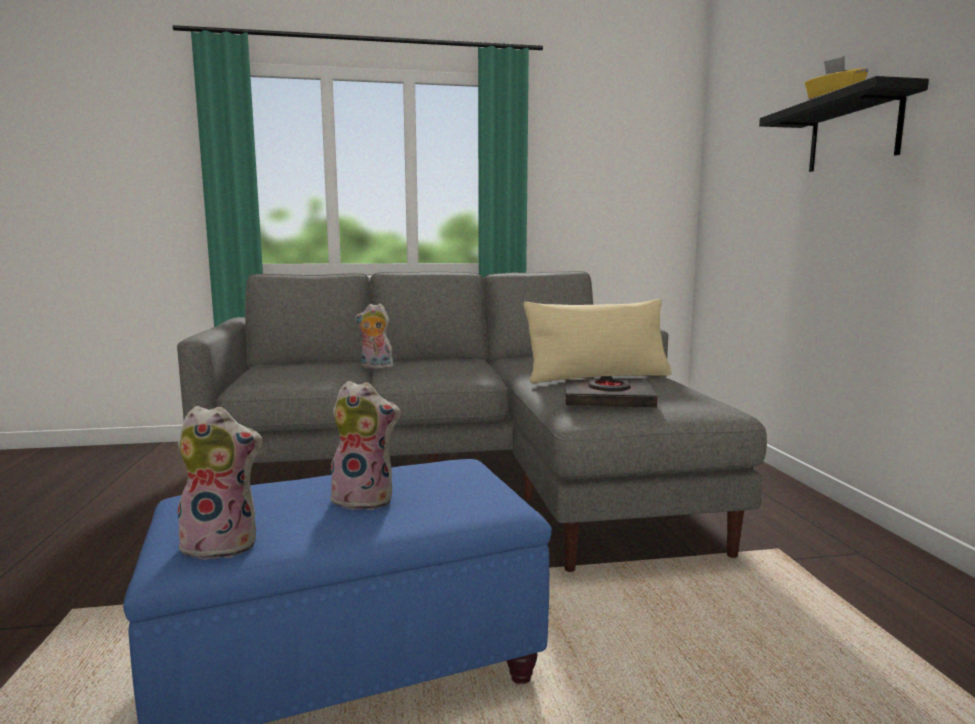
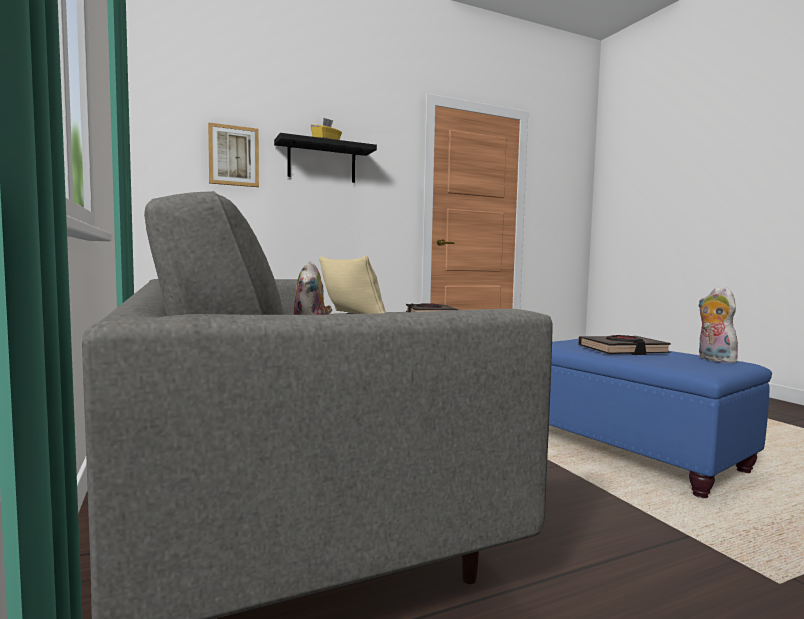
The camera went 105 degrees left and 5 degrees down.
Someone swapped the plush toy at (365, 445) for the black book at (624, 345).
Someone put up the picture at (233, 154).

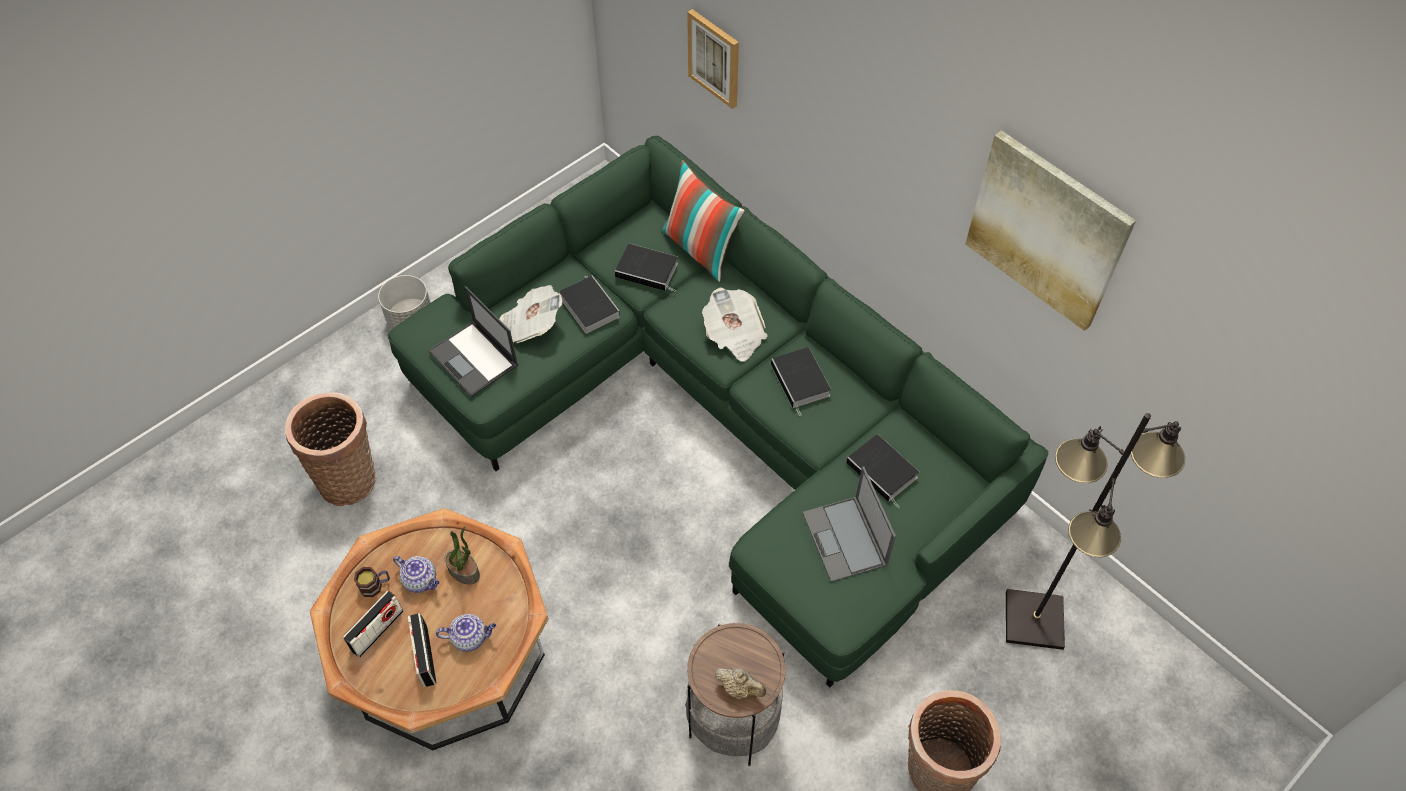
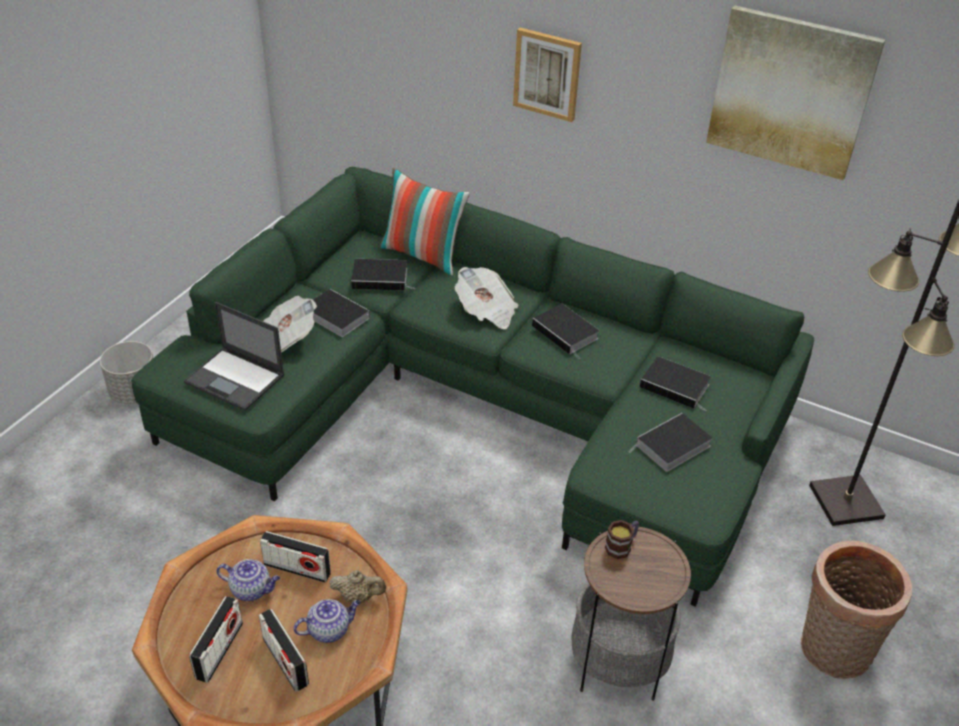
The camera went 20 degrees left and 15 degrees down.
Someone took away the basket at (330, 449).
Someone carried the mug from (372, 582) to (622, 539).
Someone swapped the potted plant at (462, 556) for the radio at (295, 557).
Someone carried the picture from (713, 59) to (547, 74).
Someone carried the beige teapot from (740, 683) to (357, 587).
Someone swapped the laptop at (849, 524) for the book at (671, 442).

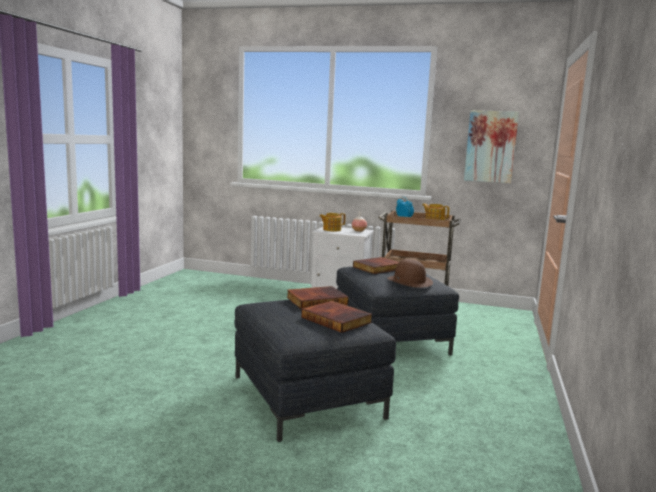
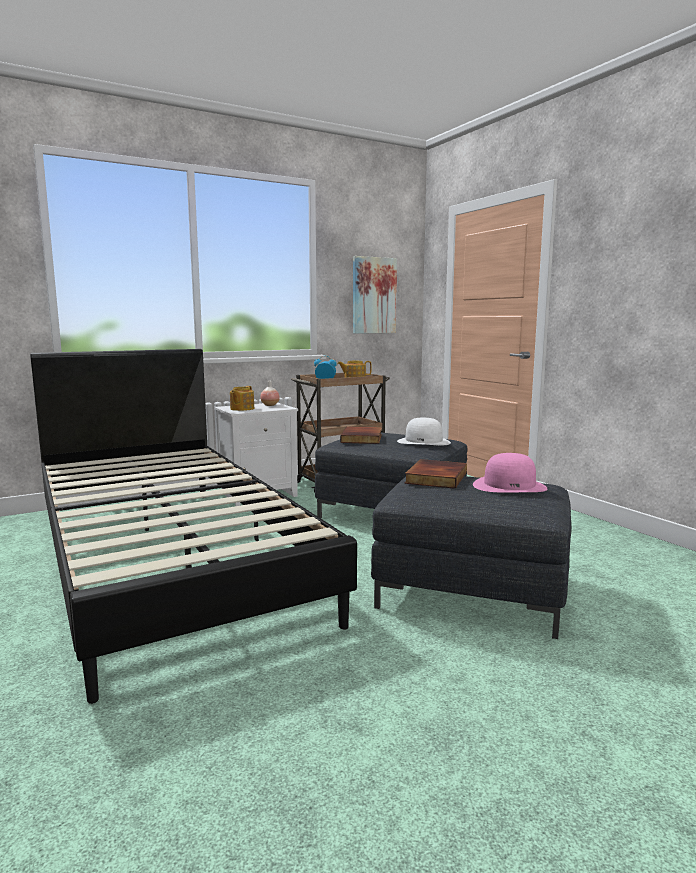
The camera went 45 degrees left and 0 degrees up.
Someone swapped the book at (337, 317) for the pink hat at (510, 472).
Someone repainted the brown hat at (410, 273), which became the white hat at (424, 431).
Someone put down the black bed at (193, 526).

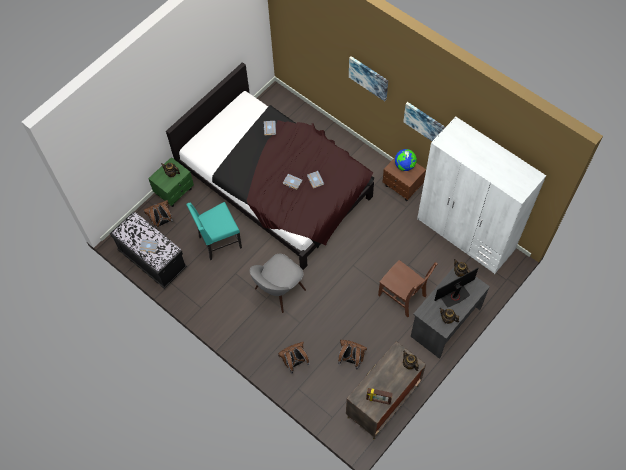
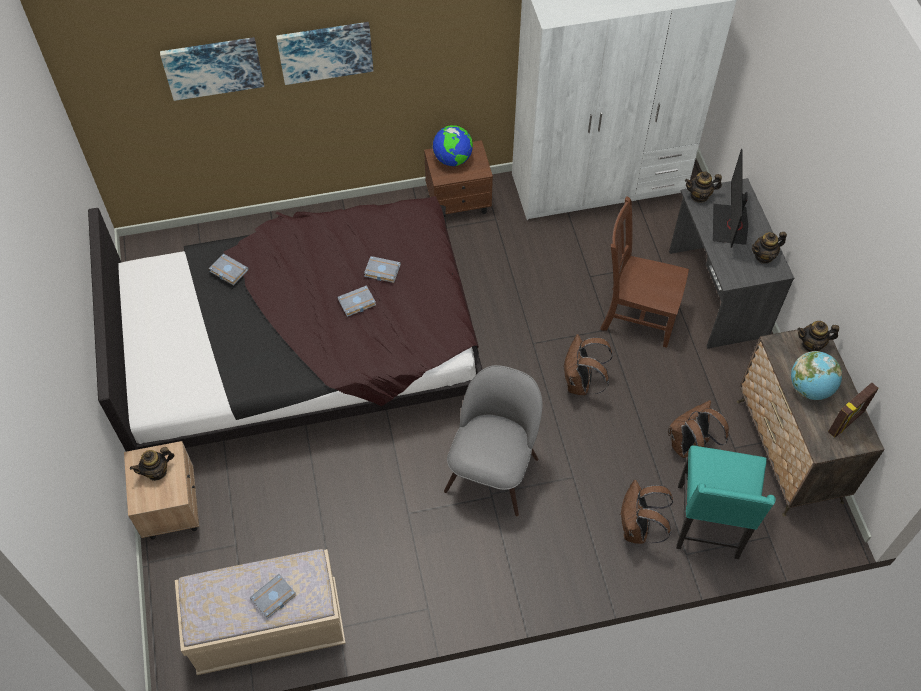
The camera went 55 degrees left and 5 degrees down.
Someone repainted the black bench at (148, 250), which became the beige bench at (260, 612).
Someone carried the brown backpack from (158, 214) to (588, 364).
Someone repainted the green nightstand at (171, 182), which became the beige nightstand at (161, 490).
Someone carried the turquoise chair from (214, 231) to (725, 502).
Someone rotated the grey chair at (278, 283) by 150 degrees counterclockwise.
Someone rotated the brown chair at (408, 289) by 150 degrees counterclockwise.
Someone carried the picture from (424, 121) to (212, 69).
Someone put down the globe at (816, 375).

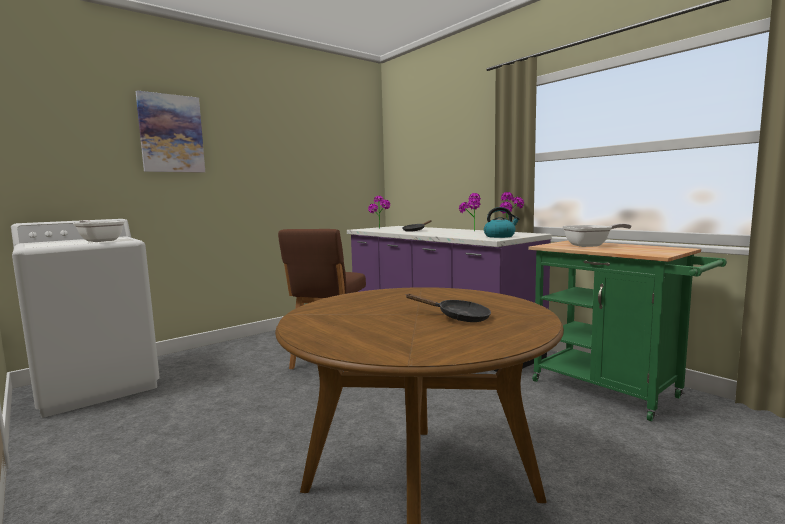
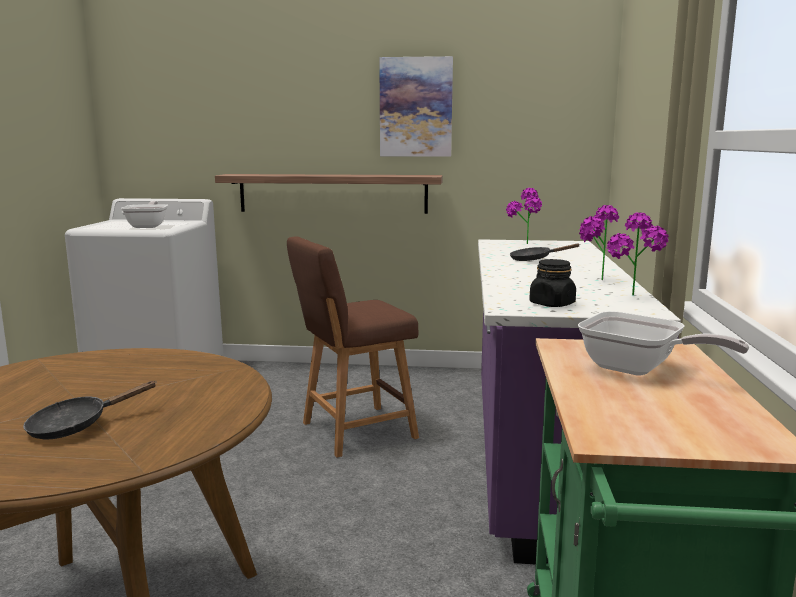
The camera went 45 degrees right and 5 degrees up.
Someone carried the picture from (170, 131) to (416, 106).
Someone rotated the black frying pan at (448, 308) by 75 degrees clockwise.
Someone swapped the kettle at (502, 222) for the black jar at (552, 283).
Someone put up the shelf at (329, 194).

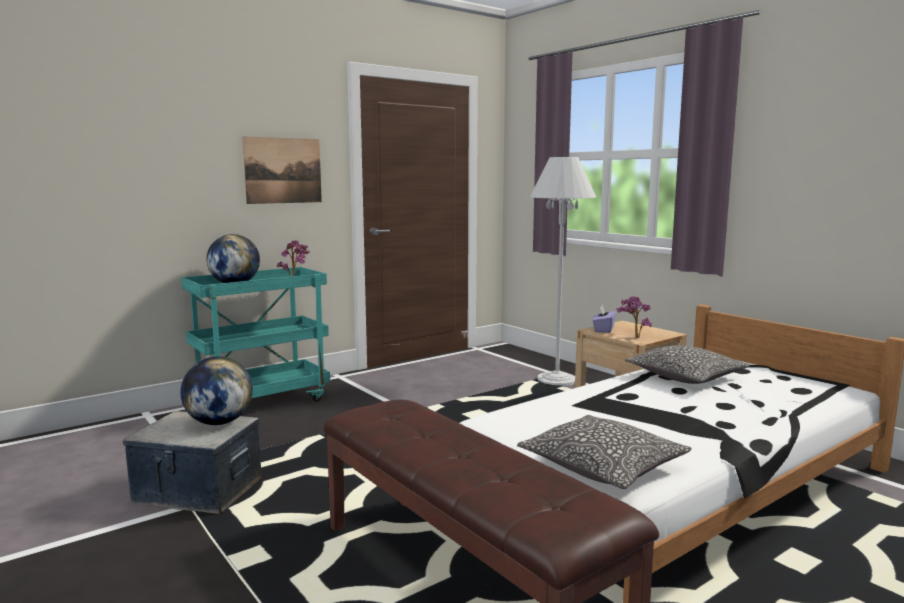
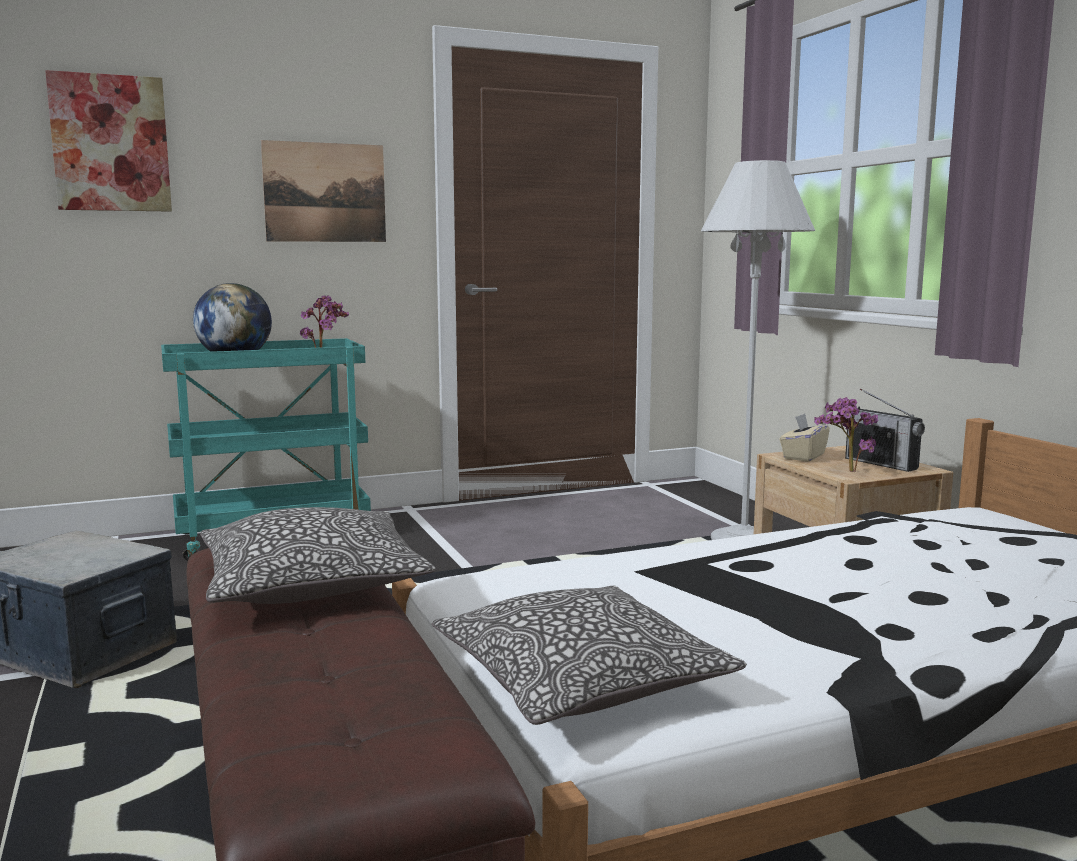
The camera went 15 degrees right and 0 degrees up.
Someone took away the globe at (216, 390).
Someone repainted the purple tissue box at (604, 319), which became the beige tissue box at (804, 437).
Someone carried the pillow from (687, 364) to (318, 555).
Someone put up the picture at (108, 141).
Someone put down the radio at (885, 430).

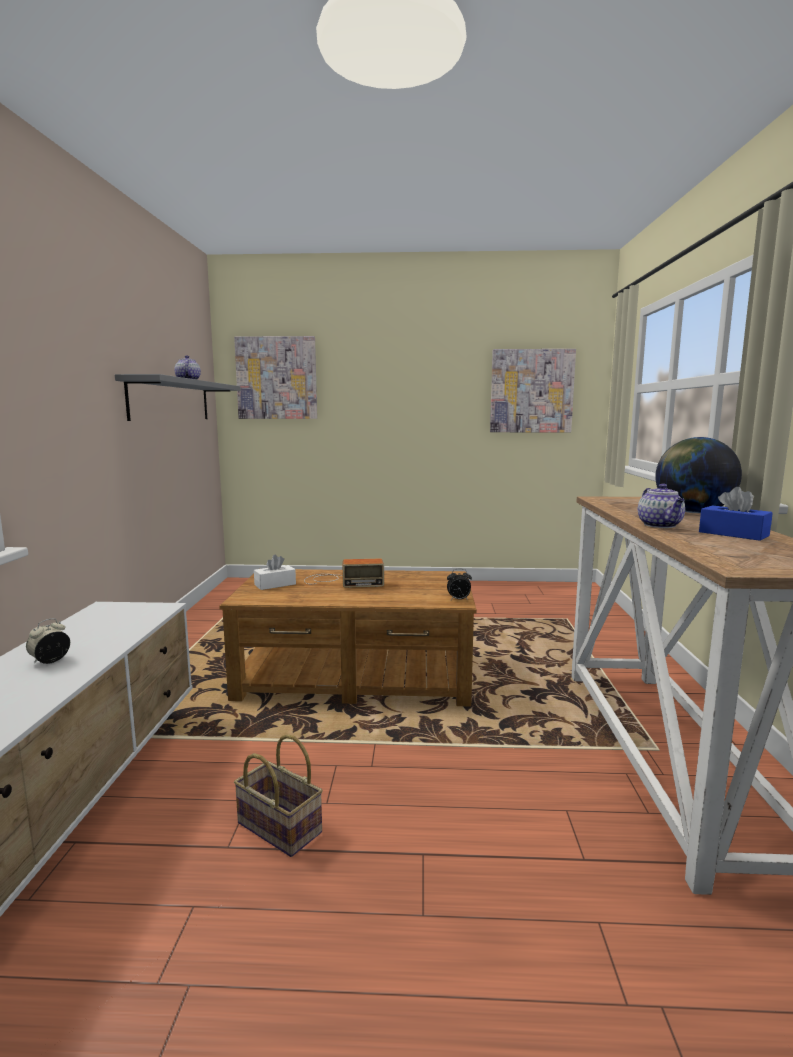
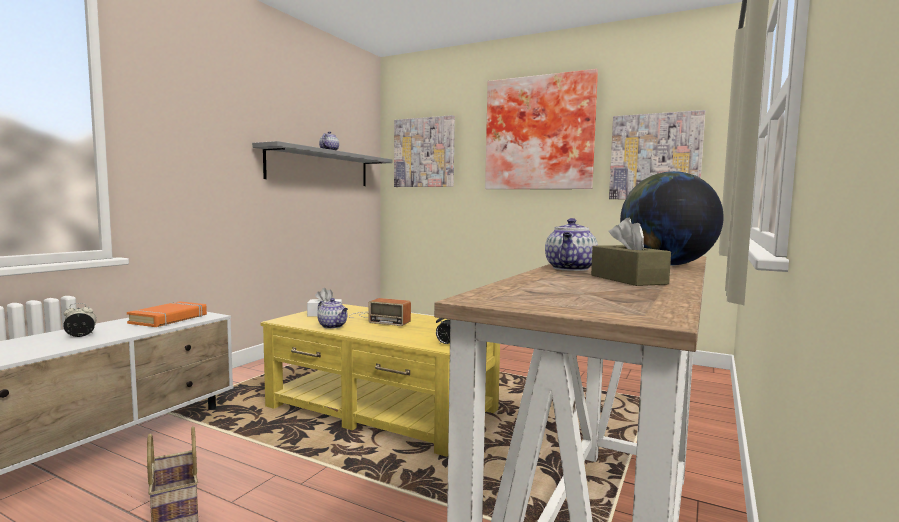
The camera went 25 degrees right and 5 degrees down.
Someone repainted the brown coffee table at (348, 637), which became the yellow coffee table at (380, 380).
Someone repainted the blue tissue box at (736, 514), which became the brown tissue box at (631, 252).
Someone put down the orange book at (167, 314).
Someone put down the teapot at (332, 313).
Someone put up the picture at (541, 129).

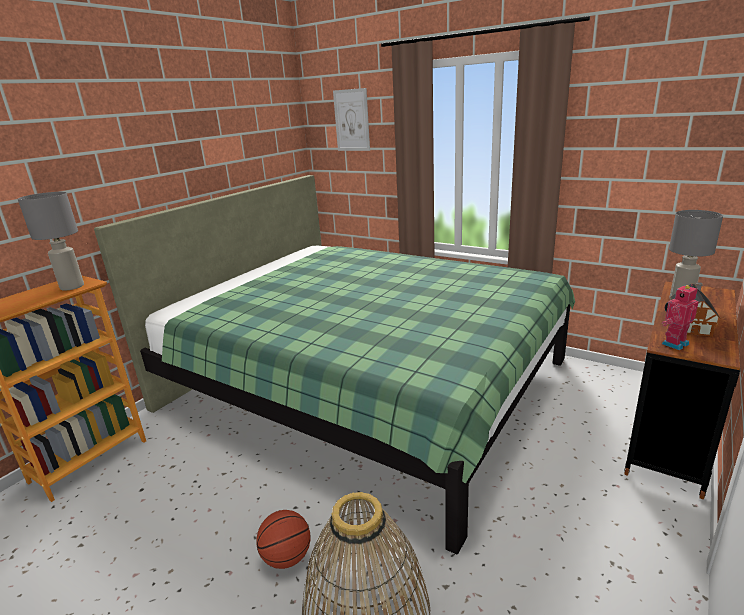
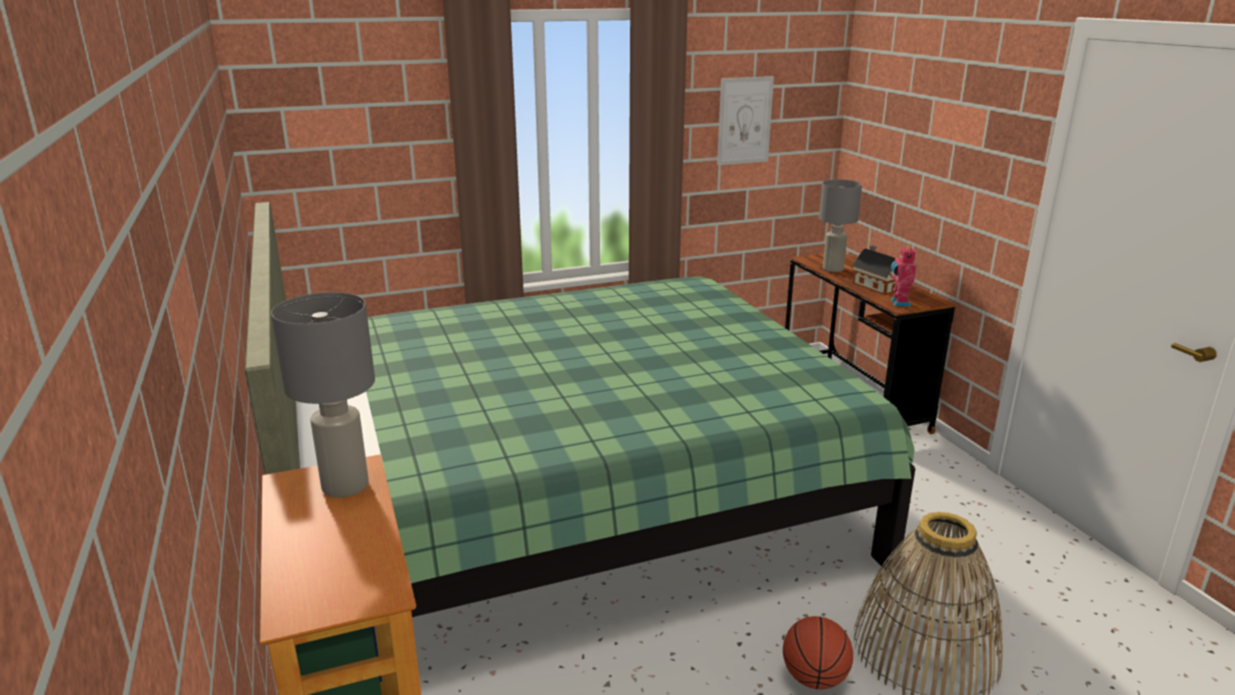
The camera went 55 degrees left and 0 degrees up.
Someone carried the picture from (351, 119) to (745, 120).

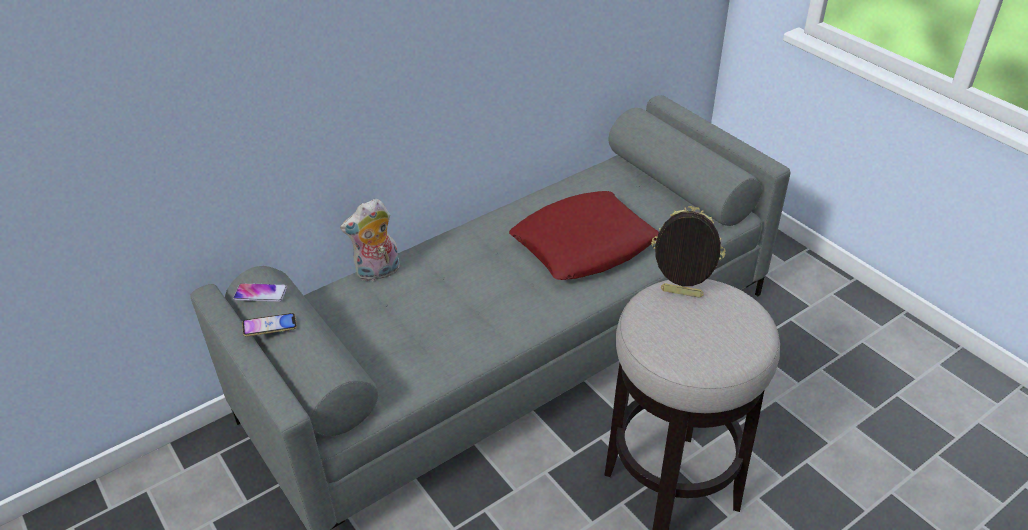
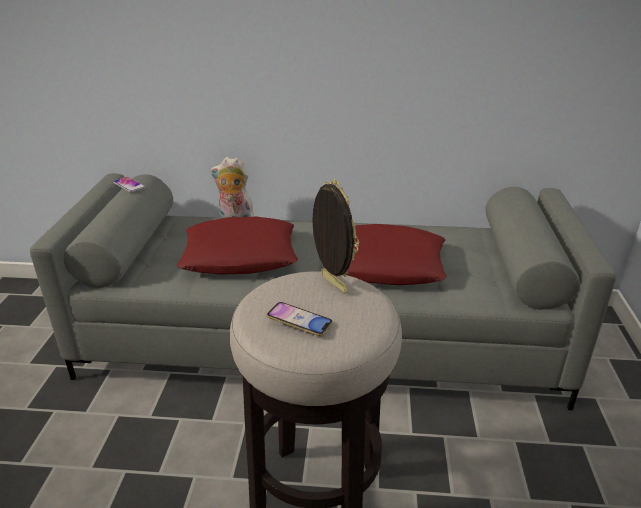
The camera went 40 degrees right and 10 degrees down.
Someone carried the phone from (269, 325) to (299, 319).
Someone put down the red pillow at (237, 246).

